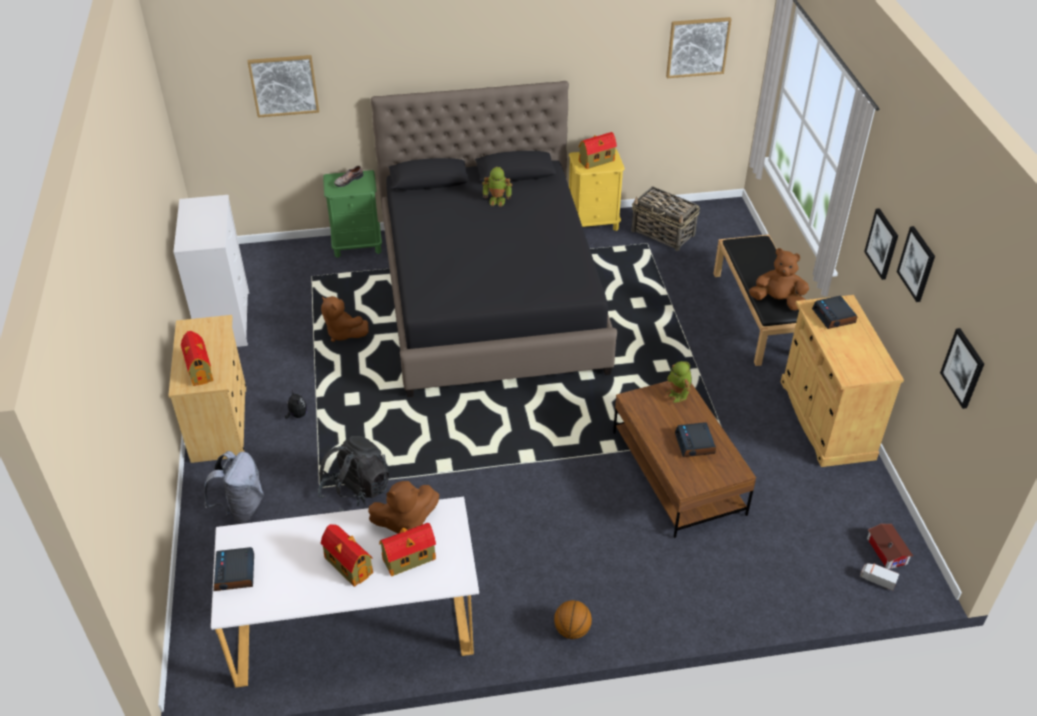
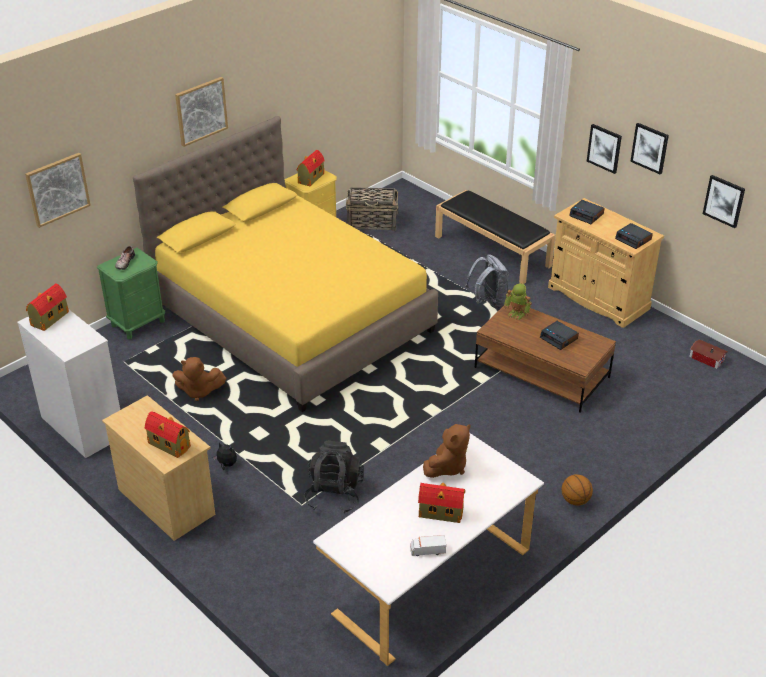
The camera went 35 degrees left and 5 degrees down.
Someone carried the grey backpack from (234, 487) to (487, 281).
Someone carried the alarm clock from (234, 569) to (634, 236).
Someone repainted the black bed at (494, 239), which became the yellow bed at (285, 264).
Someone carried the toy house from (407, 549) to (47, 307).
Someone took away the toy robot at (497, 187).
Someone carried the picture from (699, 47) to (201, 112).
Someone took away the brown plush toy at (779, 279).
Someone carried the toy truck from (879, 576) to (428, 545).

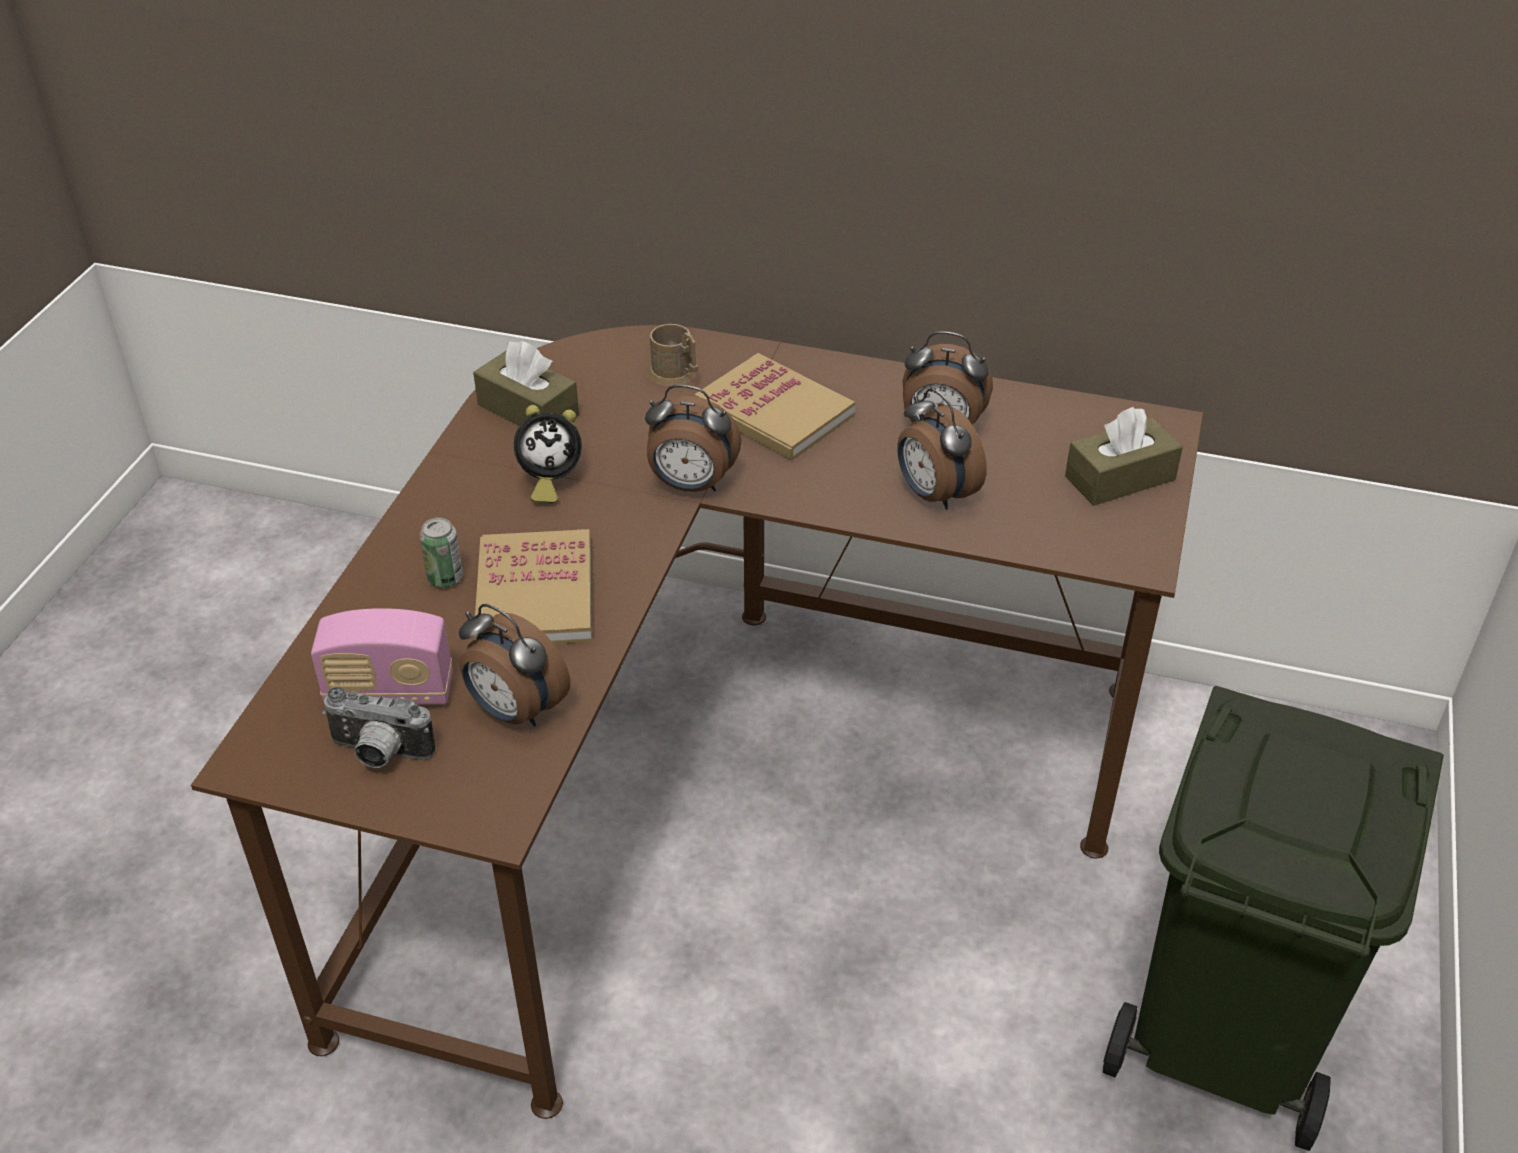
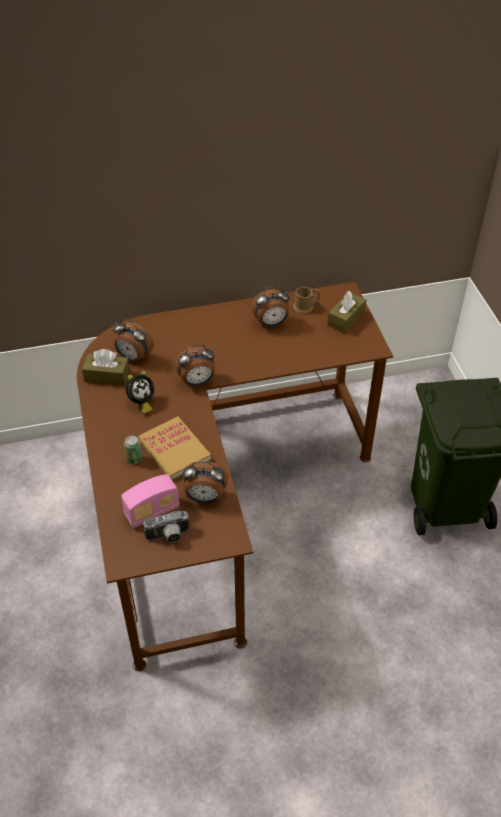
The camera went 30 degrees left and 5 degrees up.
Someone carried the brown mug from (673, 355) to (306, 300).
Someone took away the book at (774, 407).
Someone carried the alarm clock from (942, 449) to (133, 340).

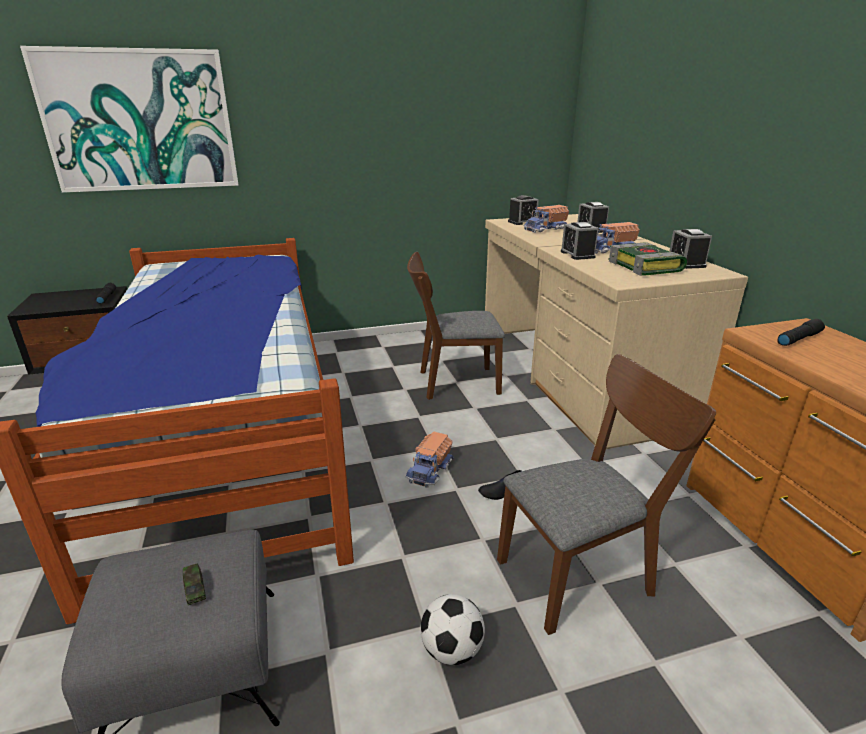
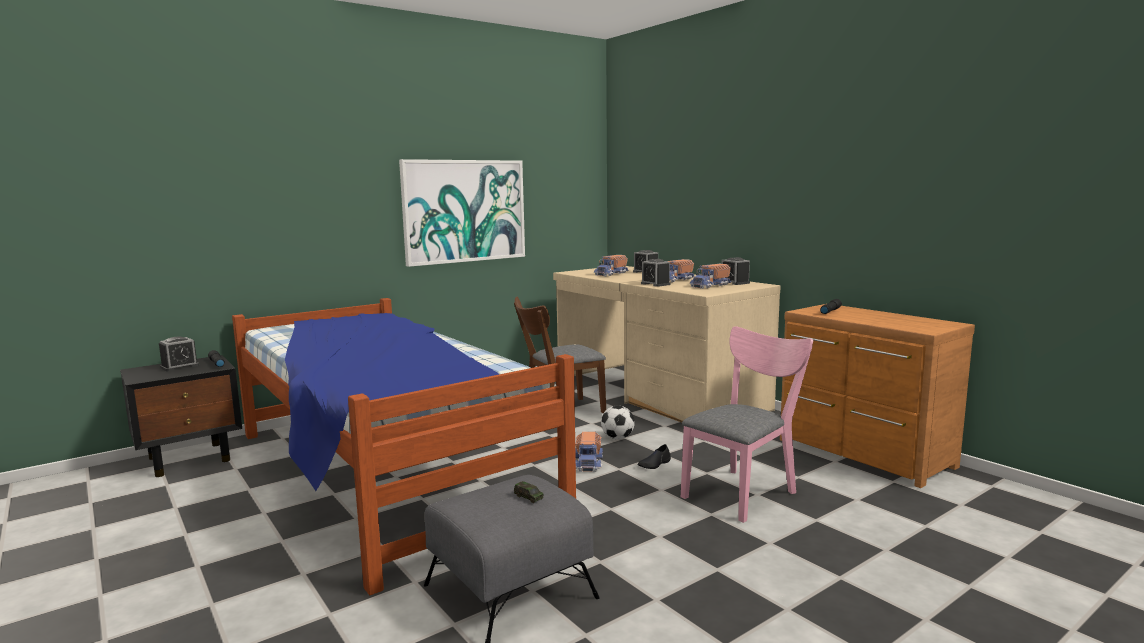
The camera went 20 degrees left and 15 degrees down.
Someone carried the picture from (129, 119) to (462, 213).
Someone carried the football from (452, 629) to (618, 422).
Someone repainted the brown chair at (606, 494), which became the pink chair at (747, 424).
Someone carried the alarm clock from (523, 210) to (179, 354).
Someone swapped the book at (647, 259) for the toy truck at (710, 276).

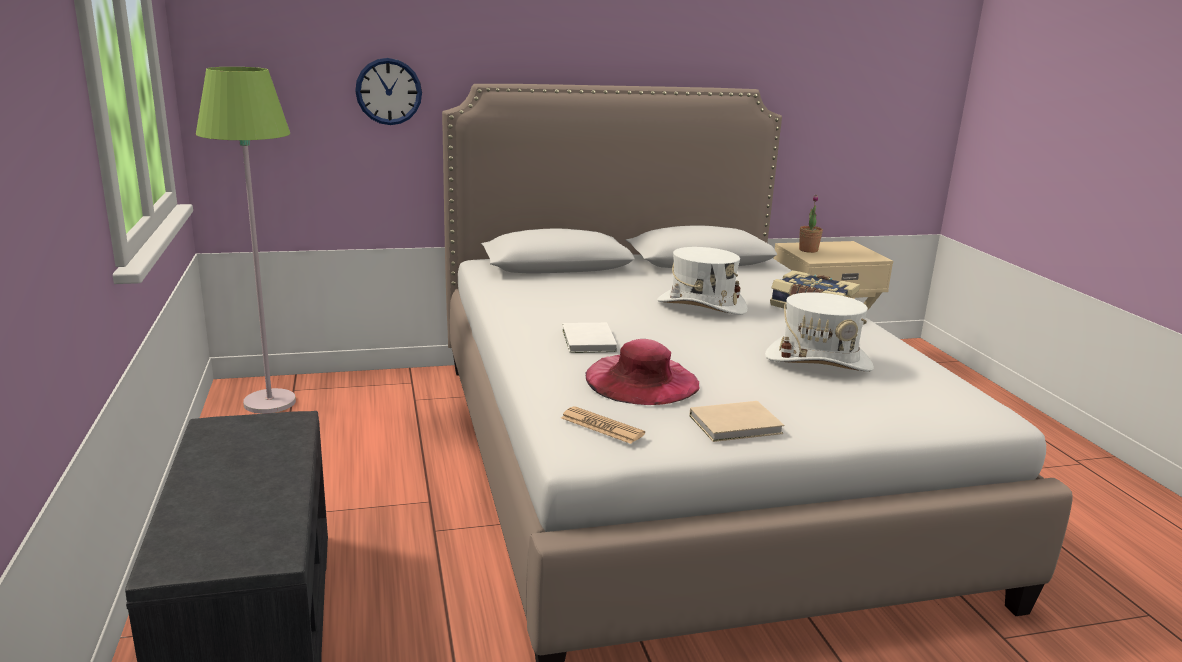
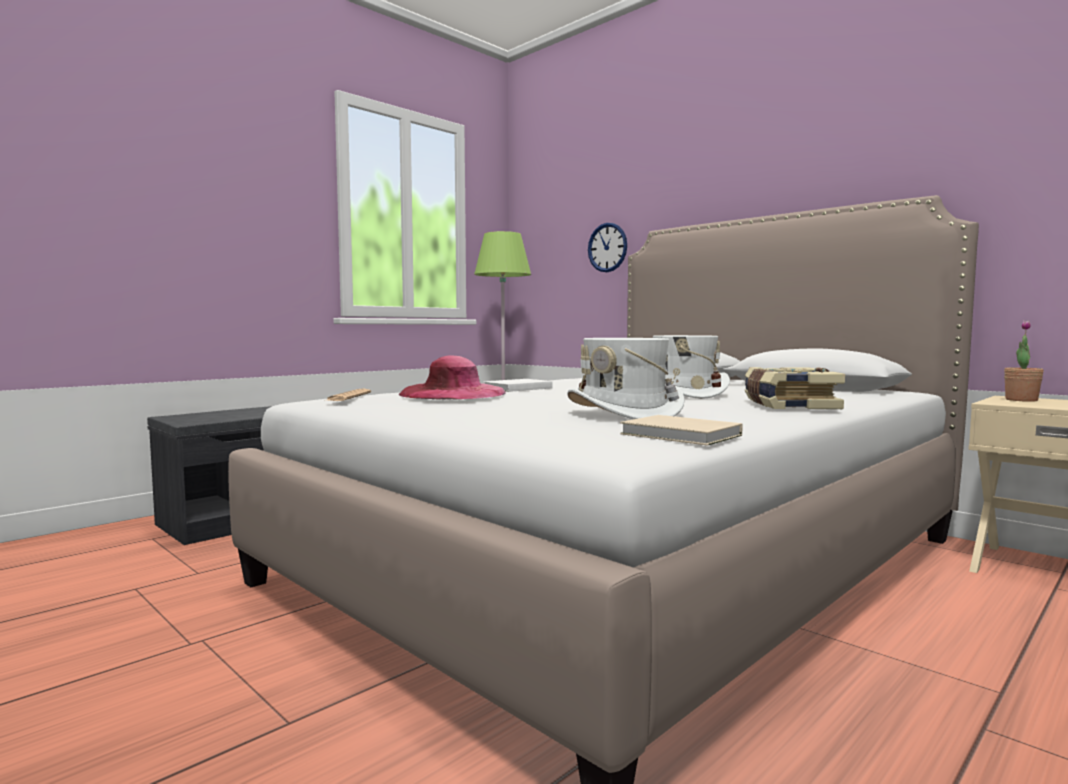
The camera went 60 degrees right and 15 degrees down.
Someone carried the beige book from (736, 421) to (681, 430).

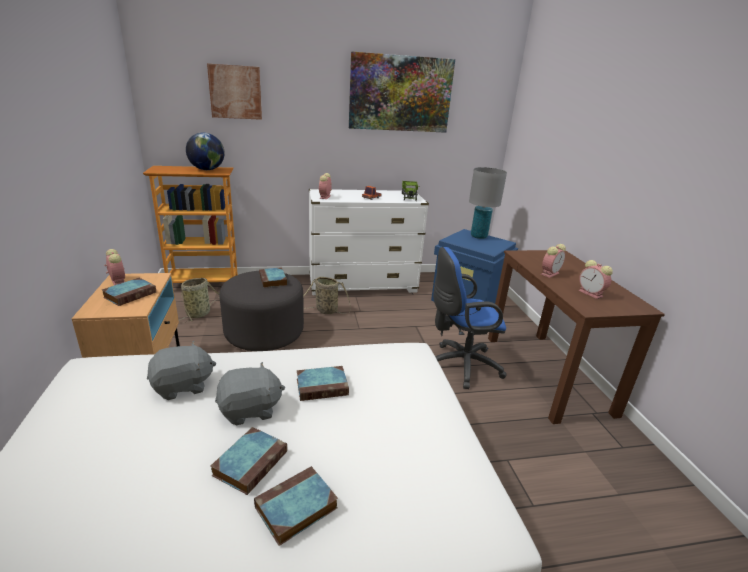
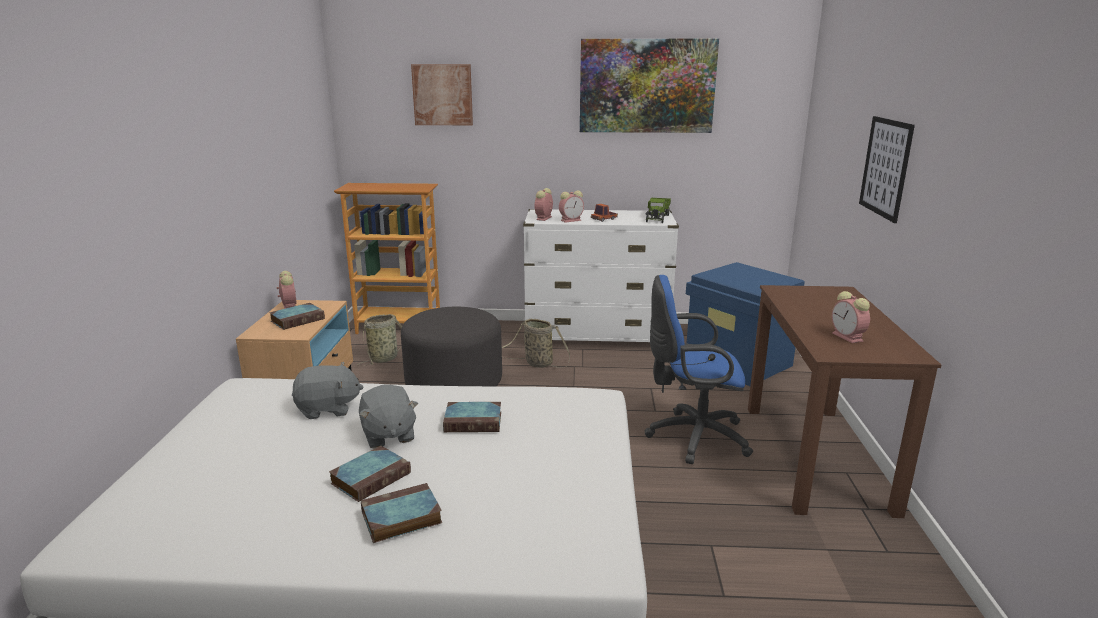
The camera went 15 degrees right and 5 degrees down.
Someone took away the globe at (205, 151).
Someone rotated the grey plush toy at (250, 394) by 75 degrees clockwise.
Someone took away the book at (273, 277).
Someone took away the grey table lamp at (488, 203).
Someone carried the alarm clock from (553, 261) to (571, 206).
Someone put up the picture at (887, 169).

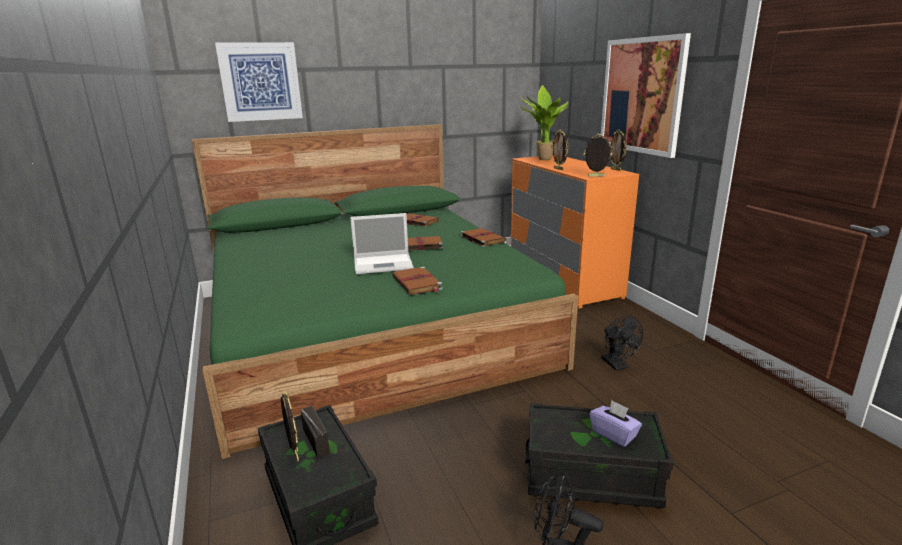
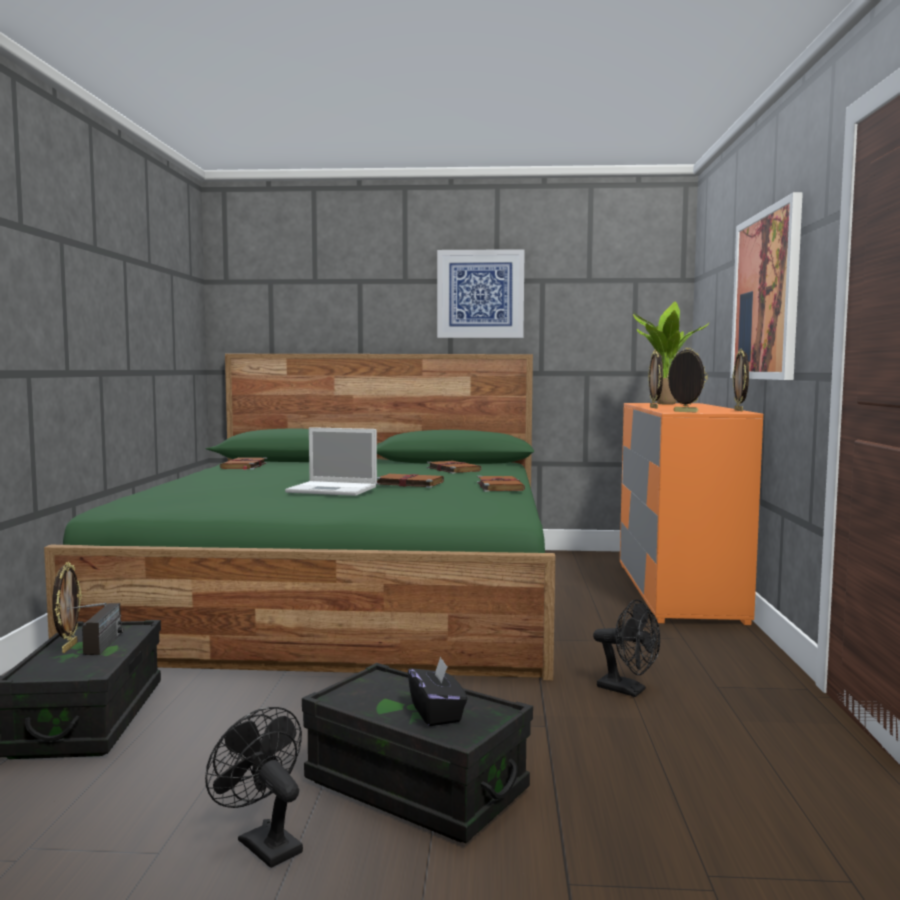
The camera went 25 degrees right and 15 degrees down.
Someone carried the picture from (259, 82) to (481, 293).
Someone carried the brown book from (417, 280) to (243, 463).
Someone repainted the purple tissue box at (616, 423), which became the black tissue box at (437, 691).
Someone rotated the black fan at (622, 343) by 60 degrees counterclockwise.

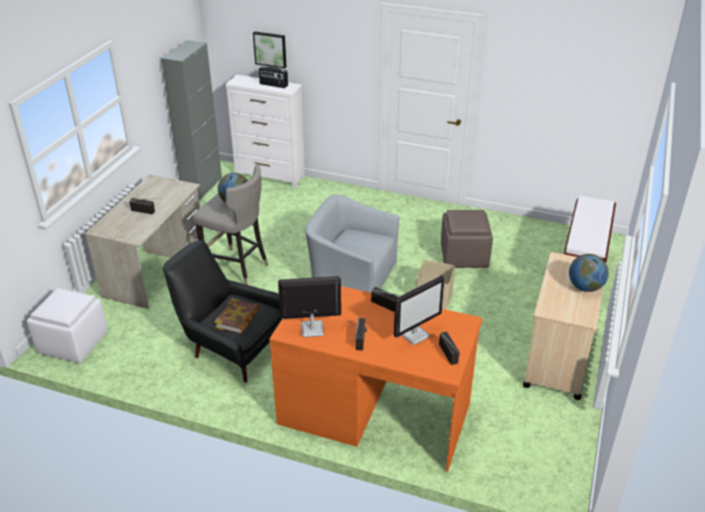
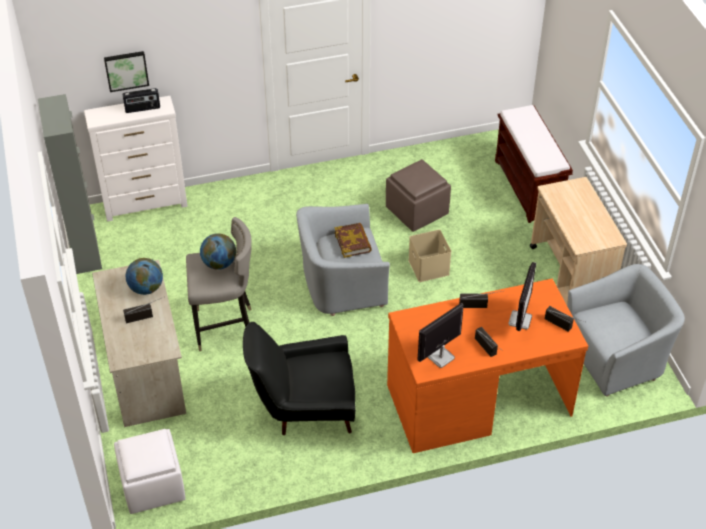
The camera went 35 degrees left and 10 degrees up.
Someone carried the book from (236, 316) to (353, 240).
Someone carried the globe from (589, 273) to (144, 276).
Someone put down the grey armchair at (626, 330).

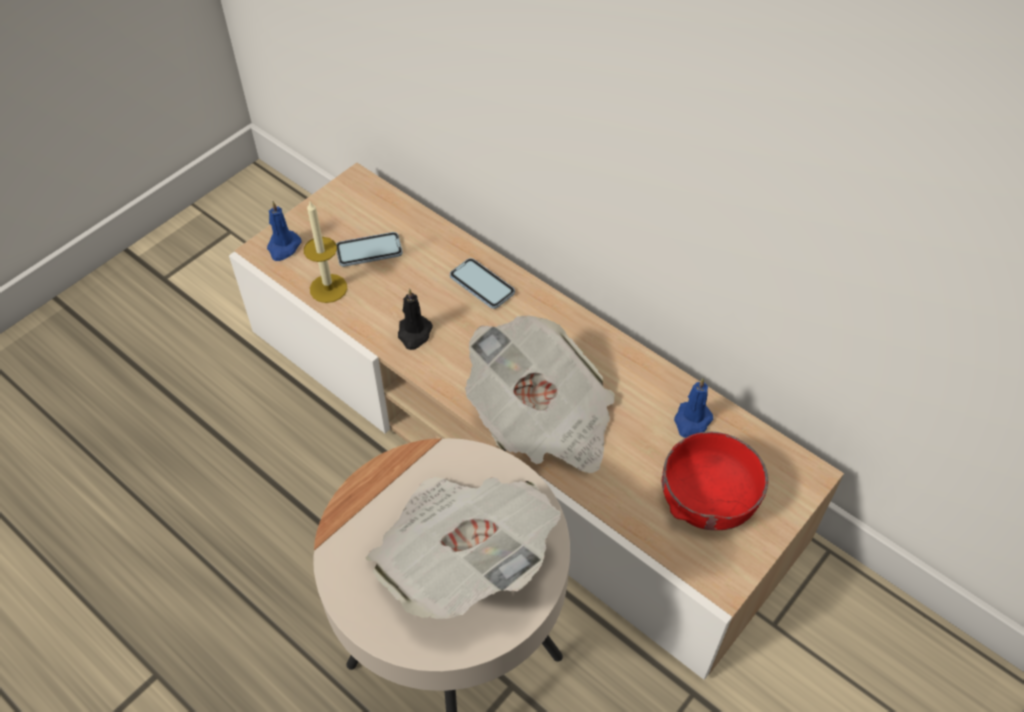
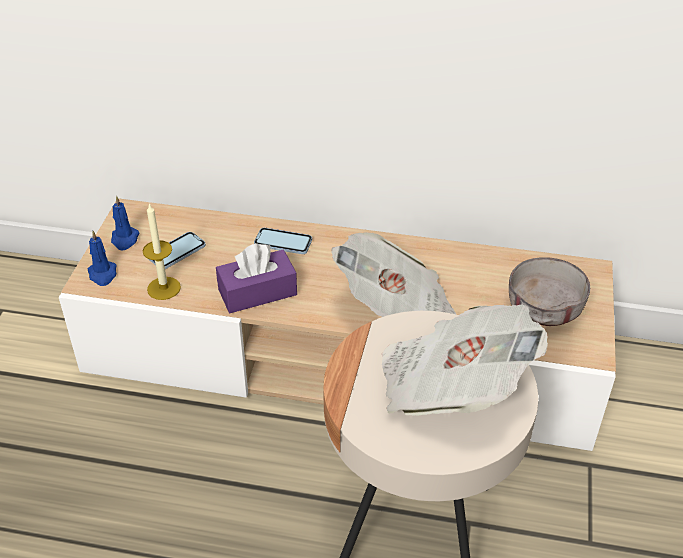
The camera went 30 degrees left and 10 degrees down.
Someone swapped the black candle at (415, 319) for the purple tissue box at (256, 278).
Someone repainted the red bowl at (715, 481), which became the grey bowl at (549, 291).
Someone carried the blue candle from (693, 408) to (125, 223).

